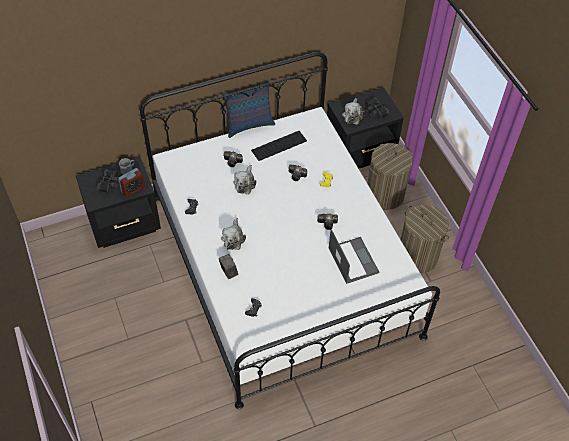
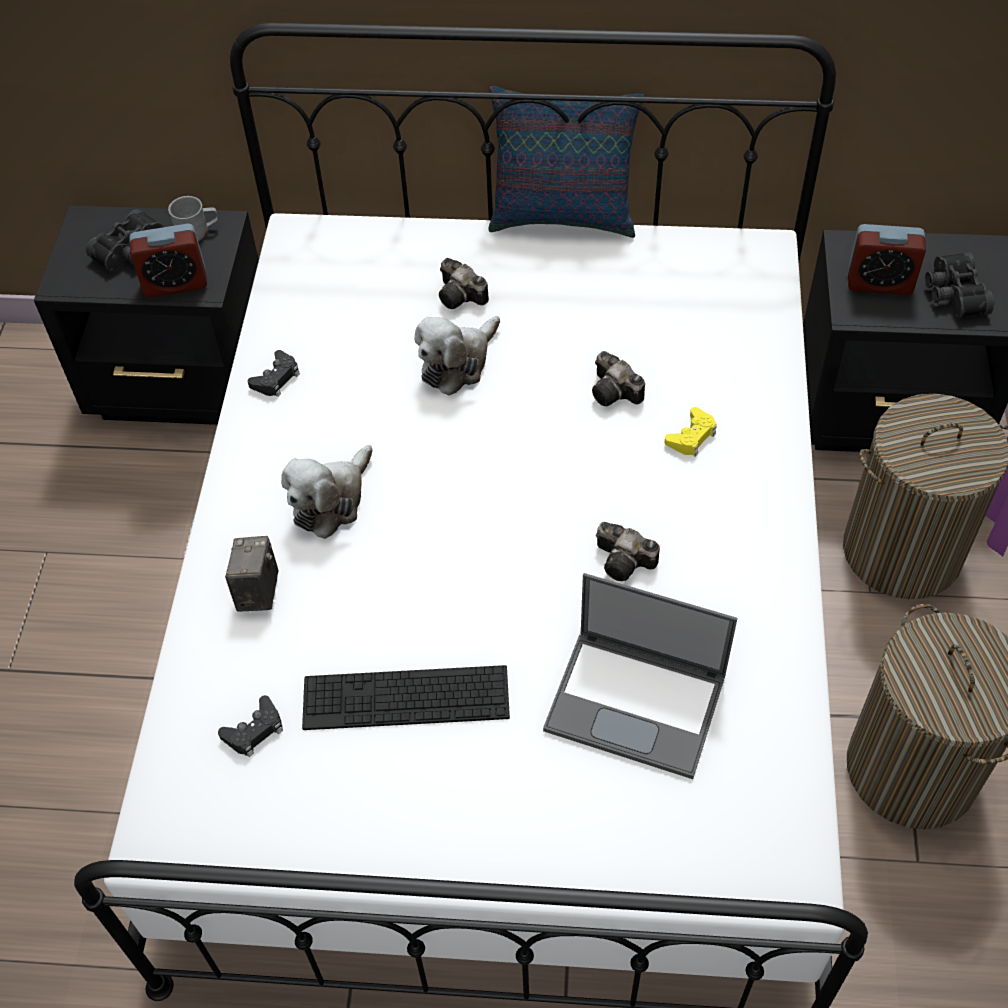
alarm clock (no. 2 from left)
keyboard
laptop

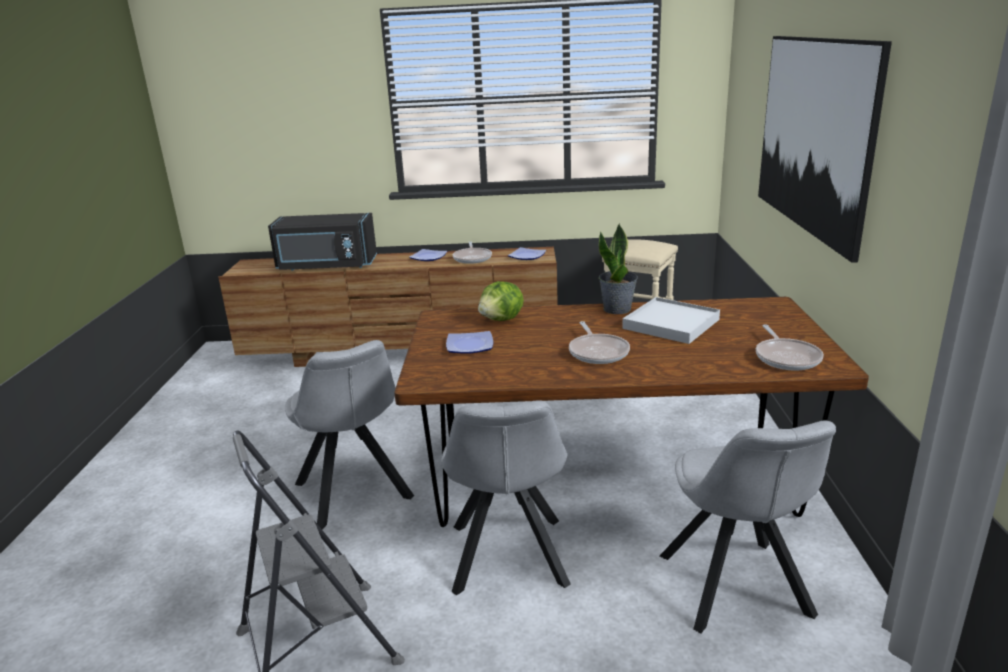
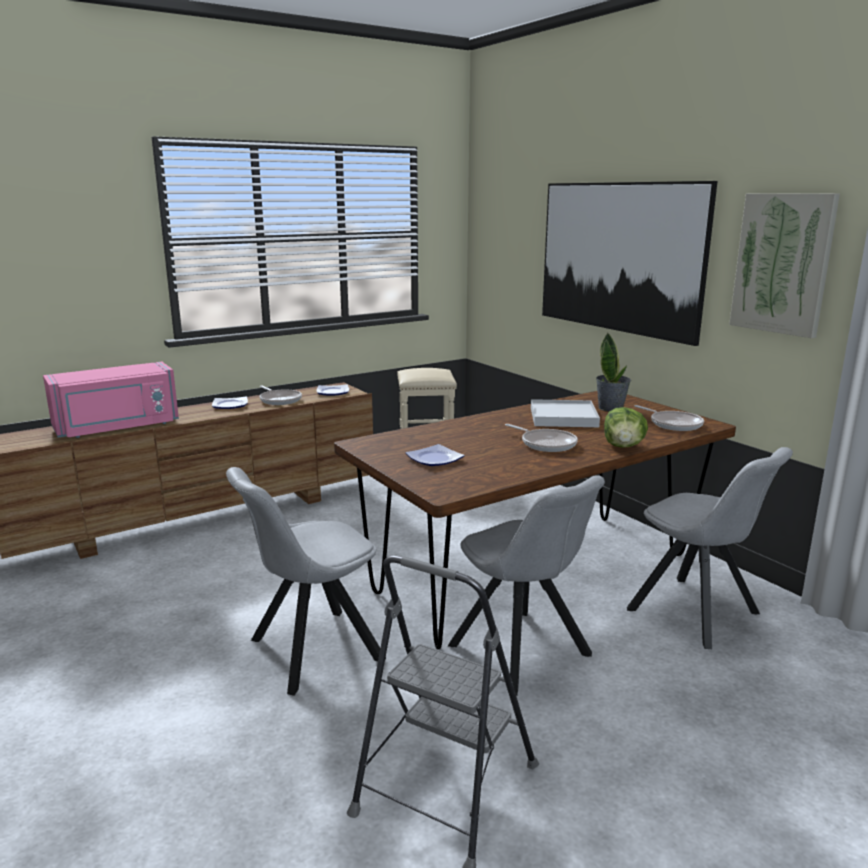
microwave/pink
potted plant
lettuce
chair/grey (no. 1 from left)
picture (no. 2 from left)

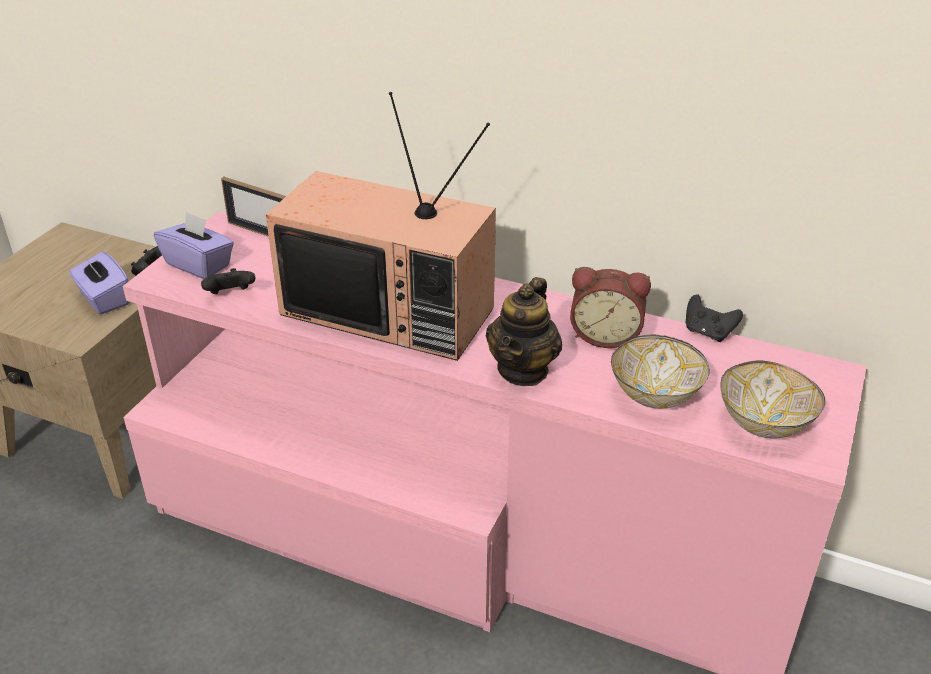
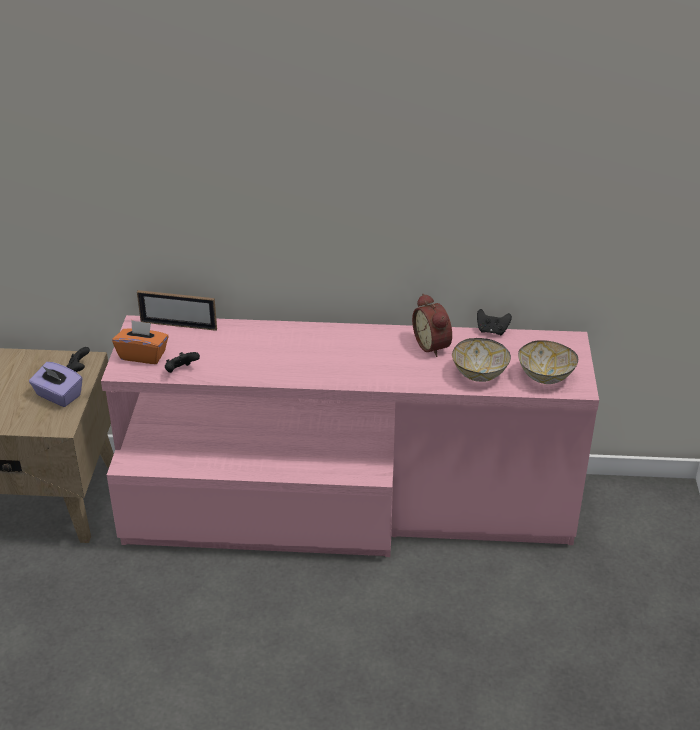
television
tissue box/orange
alarm clock
teapot

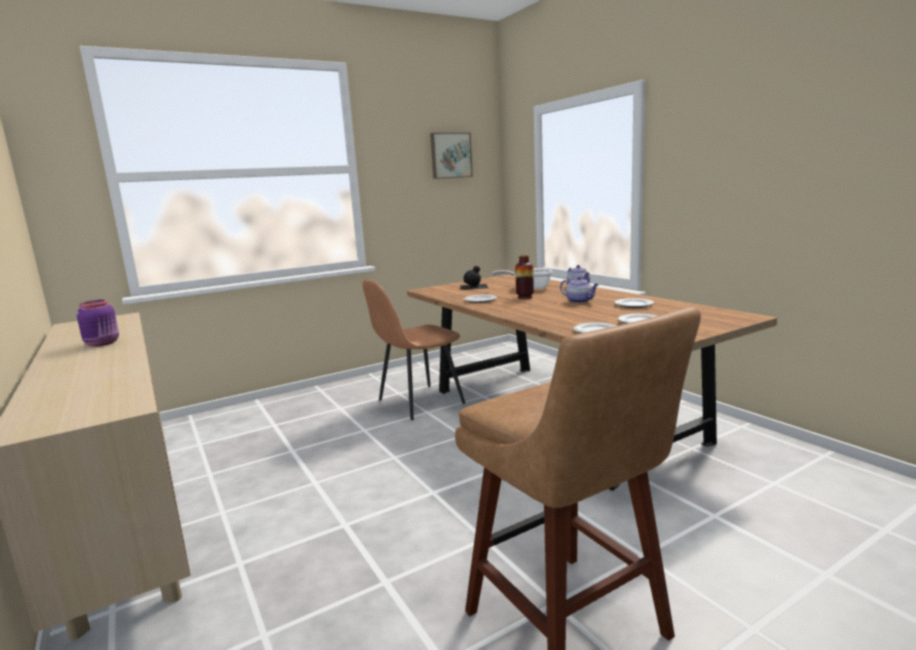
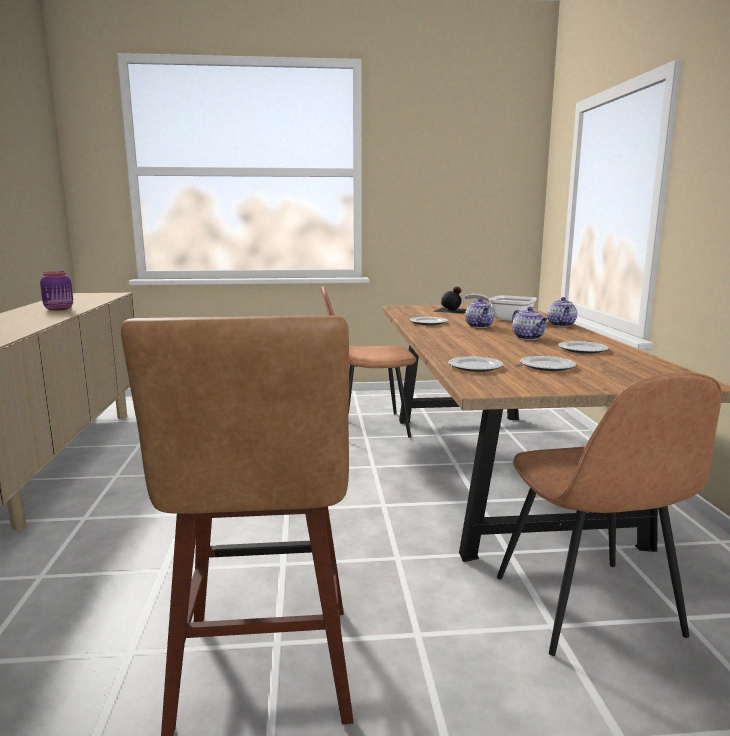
picture
teapot (no. 1 from left)
chair/brown (no. 2 from left)

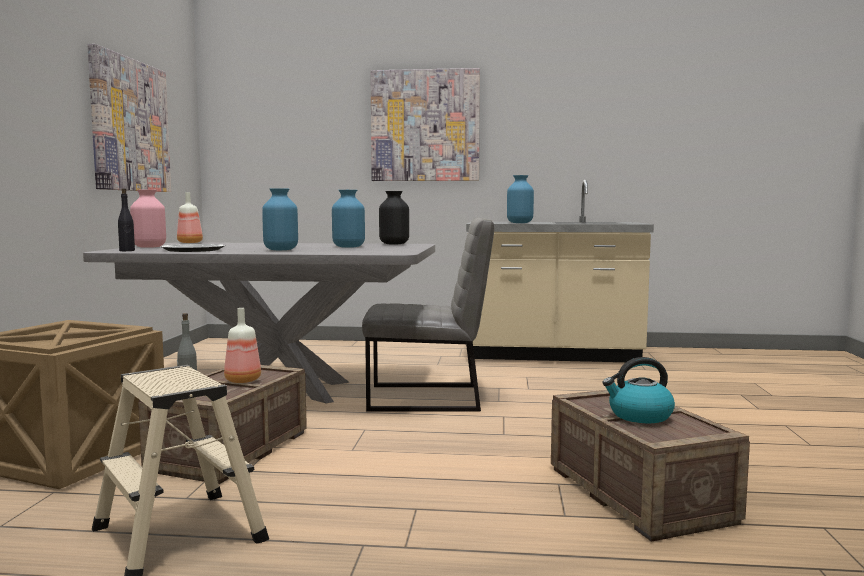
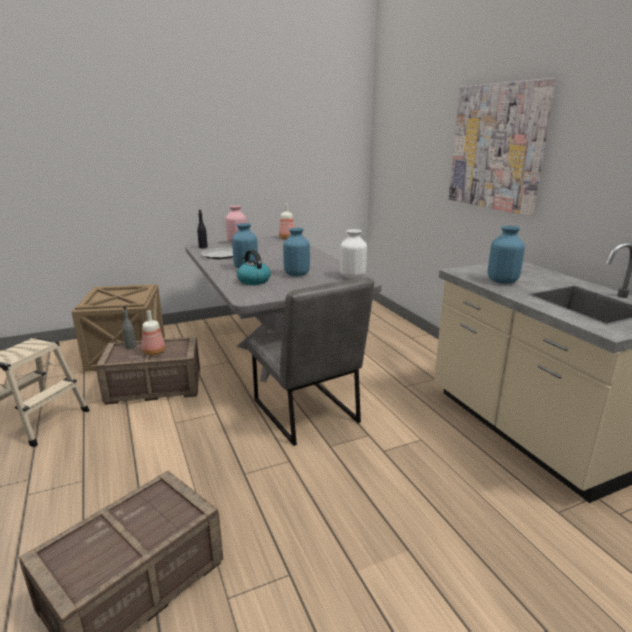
picture (no. 1 from left in the first image)
vase/white
kettle

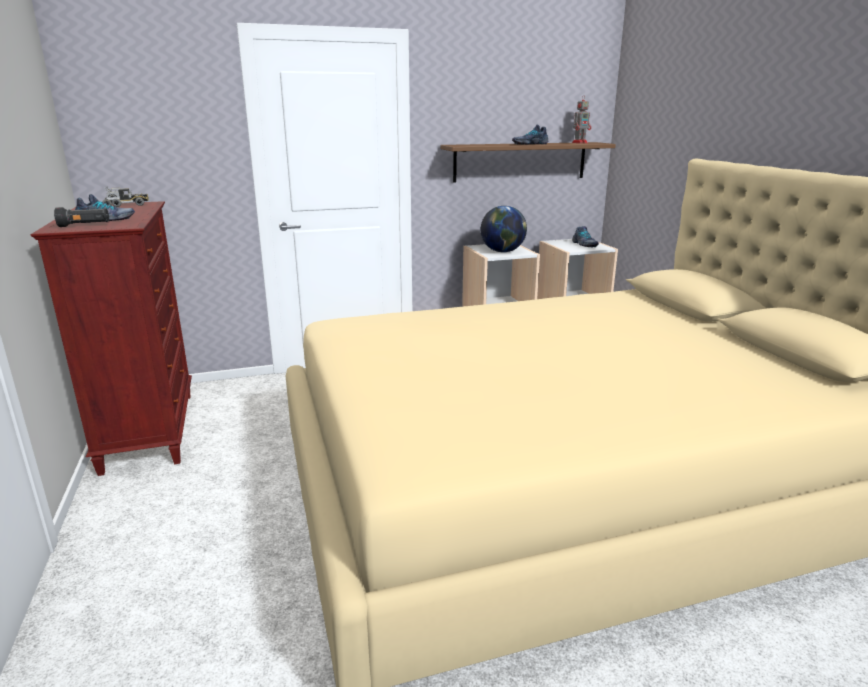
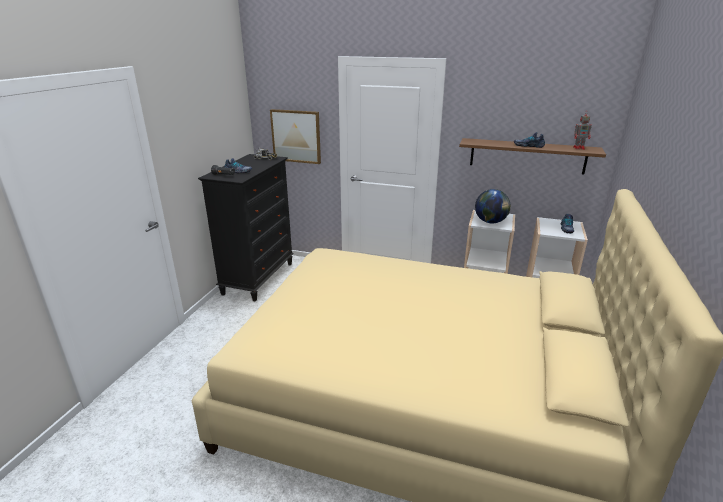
dresser/black
picture

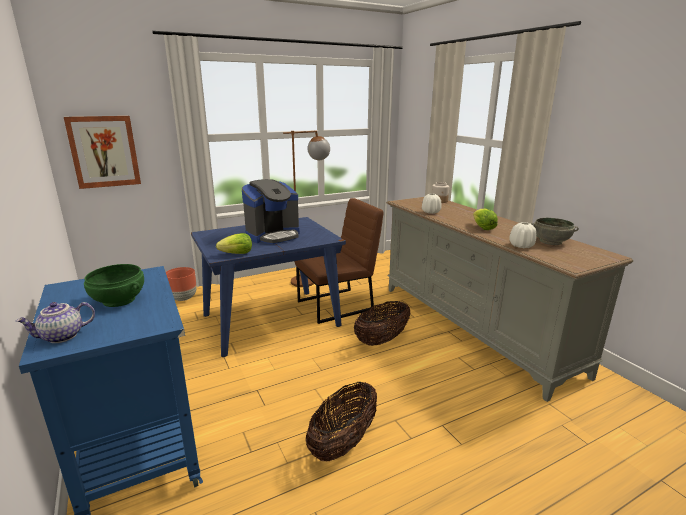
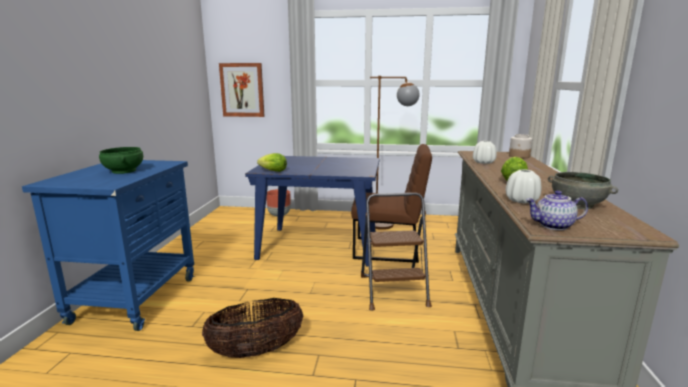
coffee machine
step ladder/brown
teapot

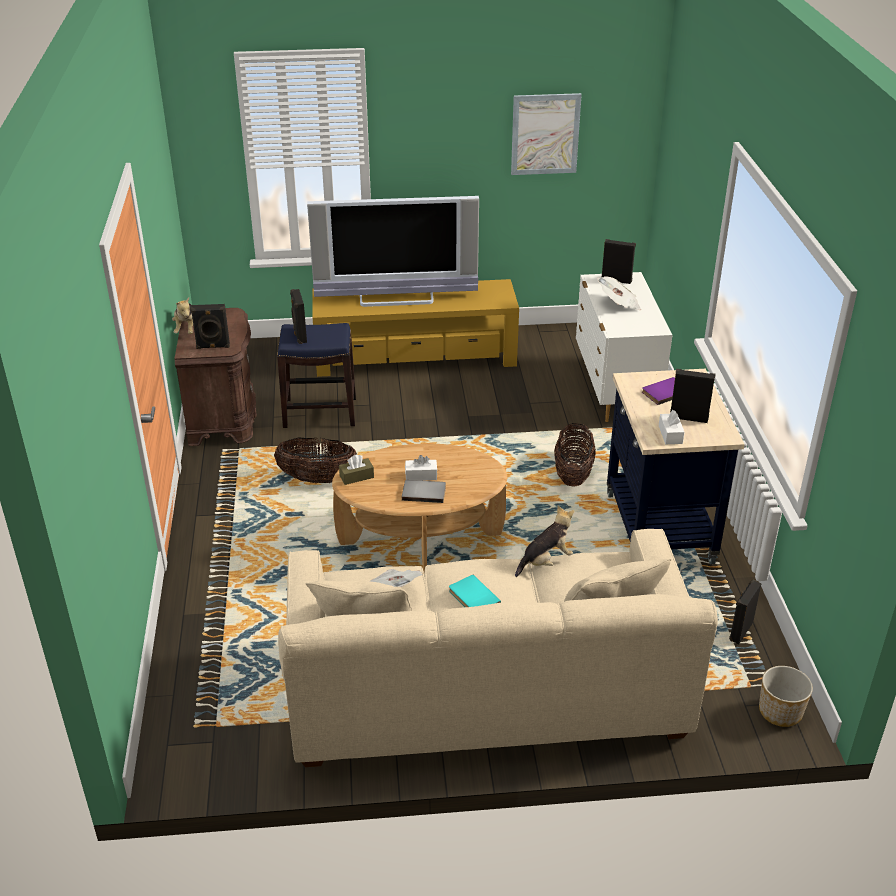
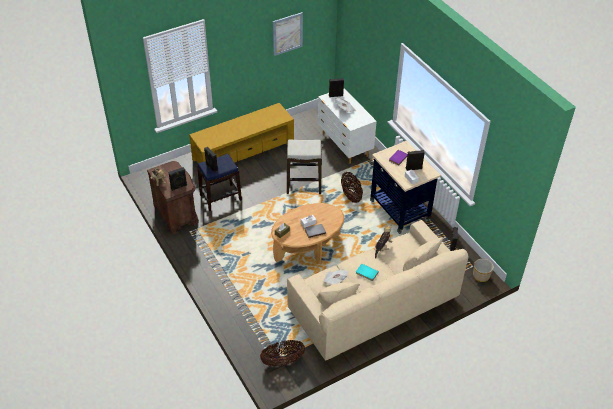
television
basket (no. 1 from left)
stool (no. 2 from left)

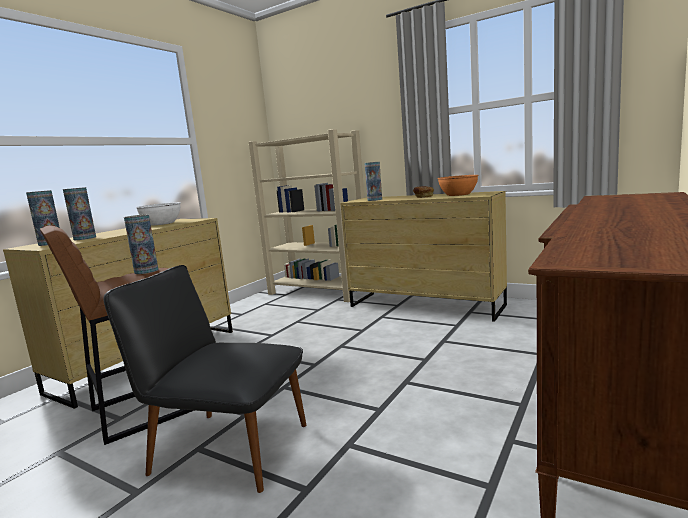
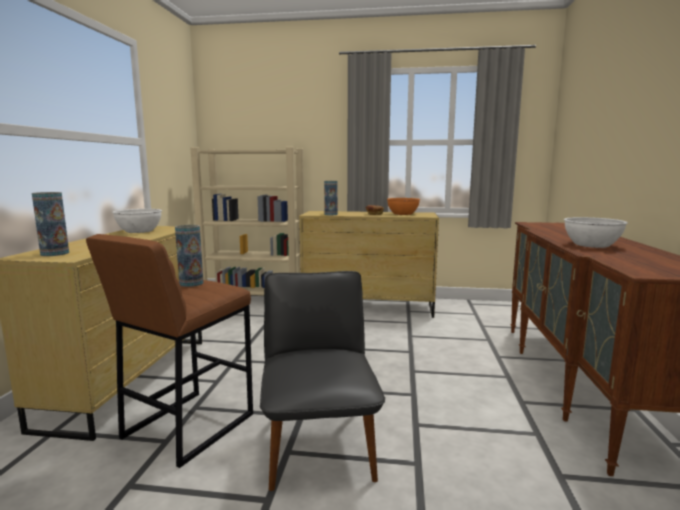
vase (no. 2 from left in the first image)
chair/black
bowl/white (no. 2 from left)

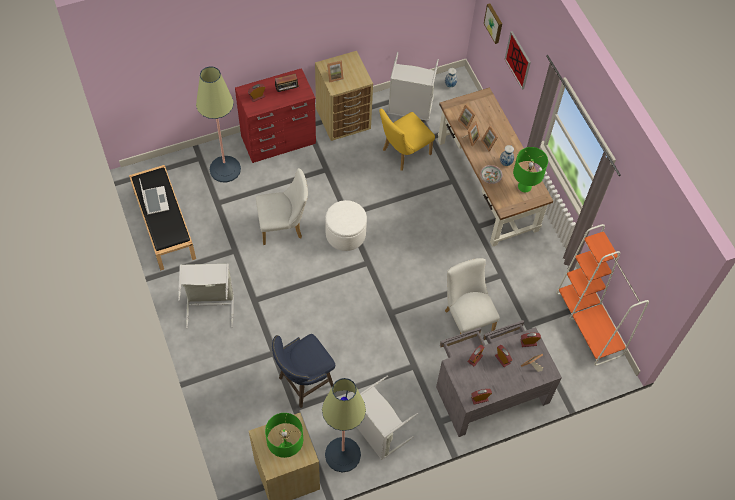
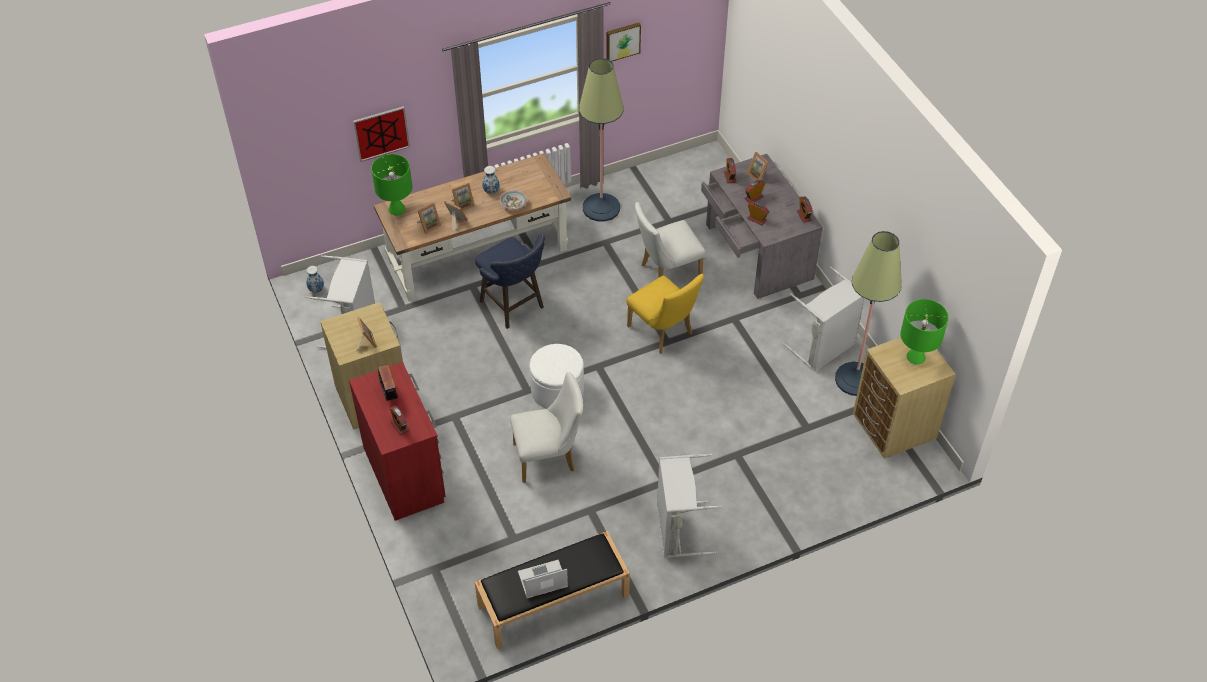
picture (no. 2 from left)
floor lamp (no. 1 from left)
chair/yellow
table lamp/green (no. 1 from left)
chair/white (no. 1 from left)
clothes rack/orange
stool/blue

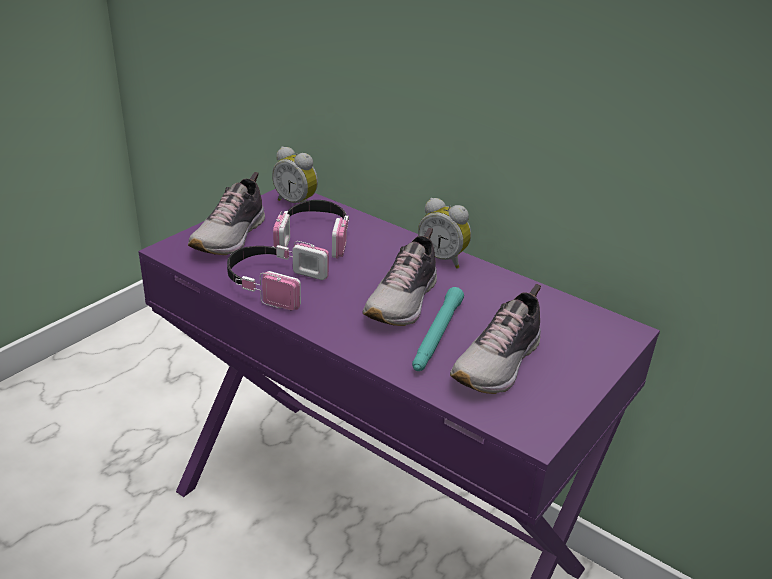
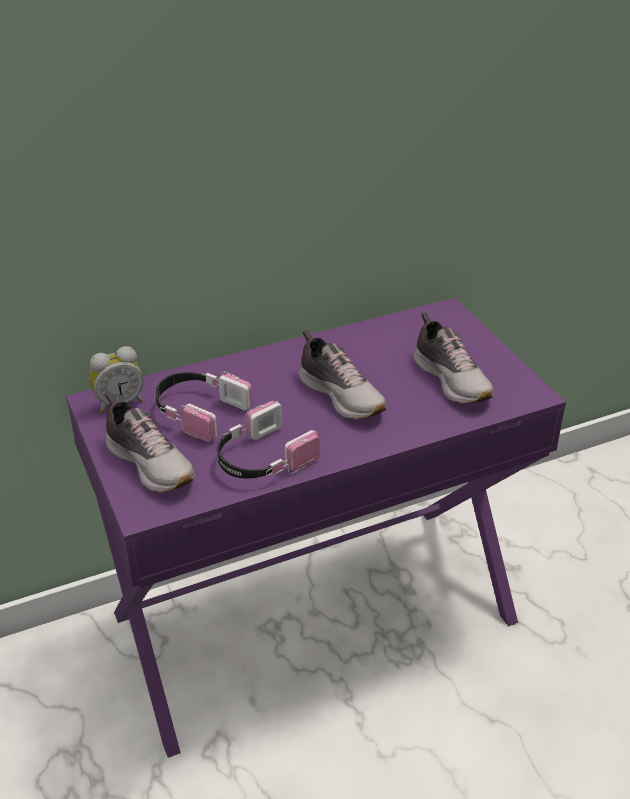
alarm clock (no. 2 from left in the first image)
flashlight/turquoise

